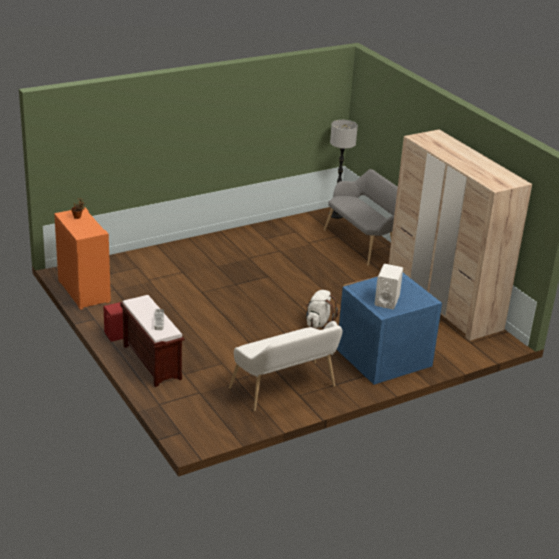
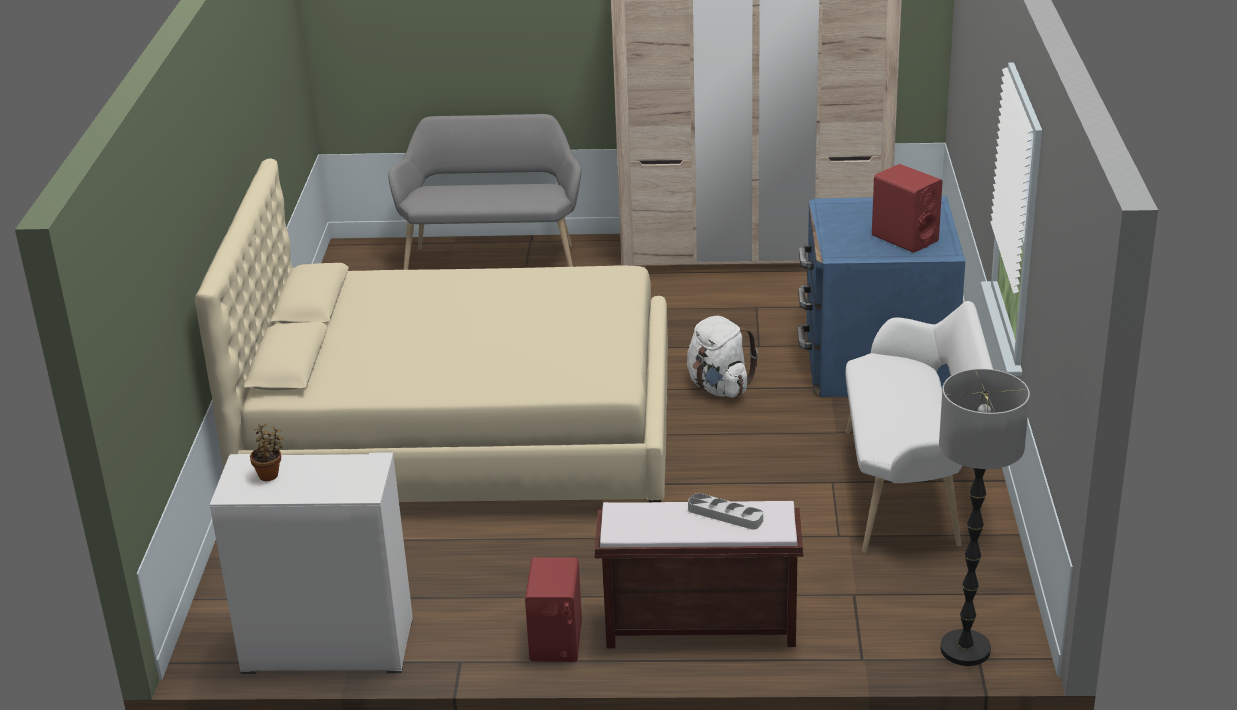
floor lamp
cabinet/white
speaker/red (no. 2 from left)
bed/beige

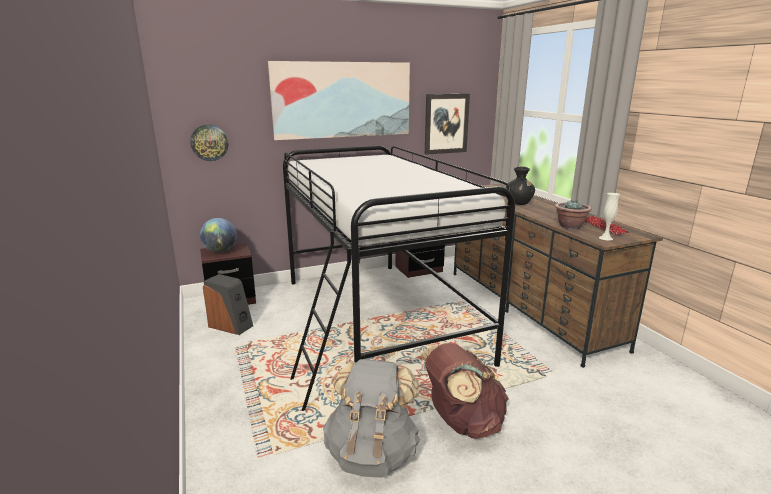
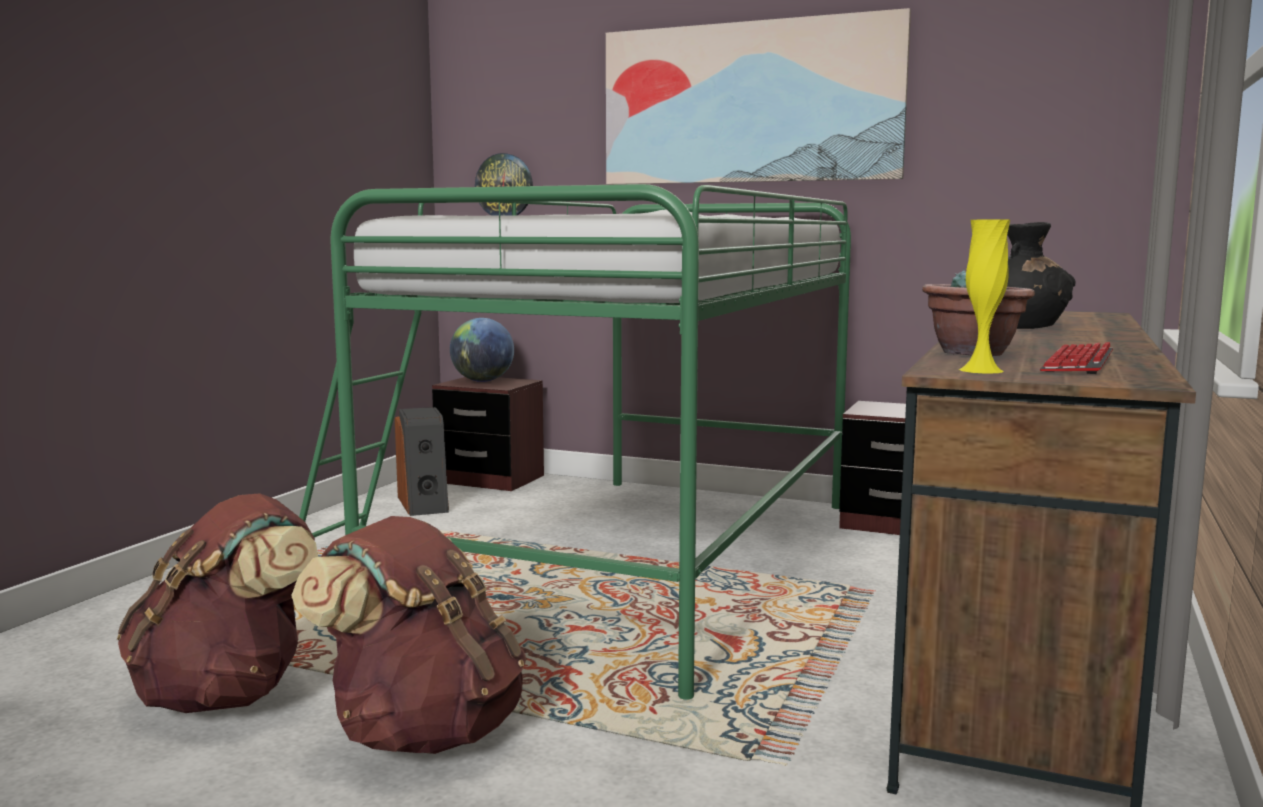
picture (no. 2 from left in the first image)
bed/green
vase/yellow
backpack/brown (no. 1 from left)

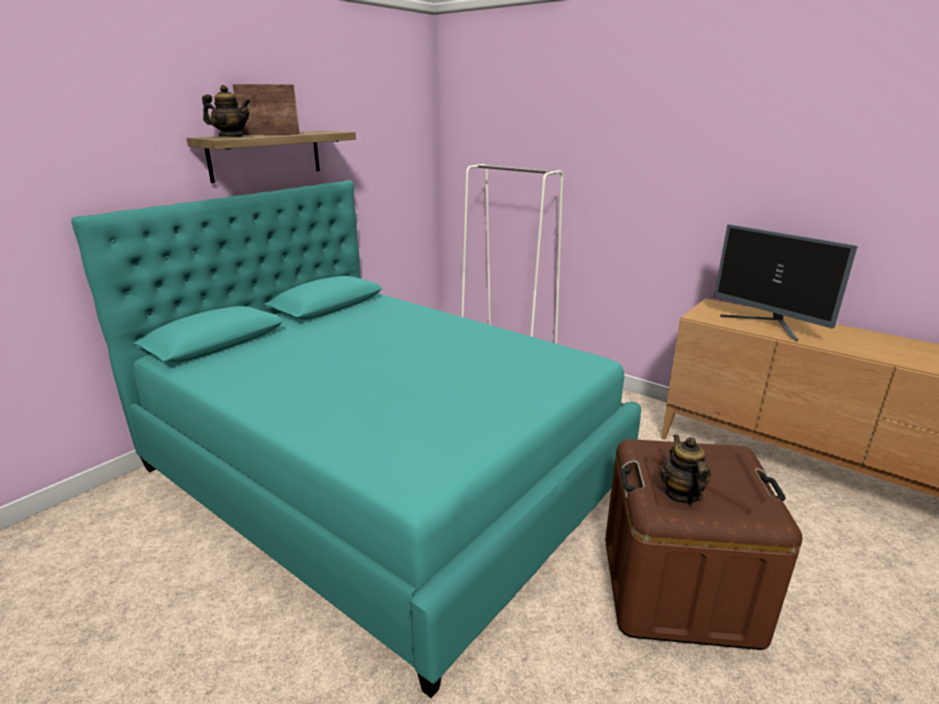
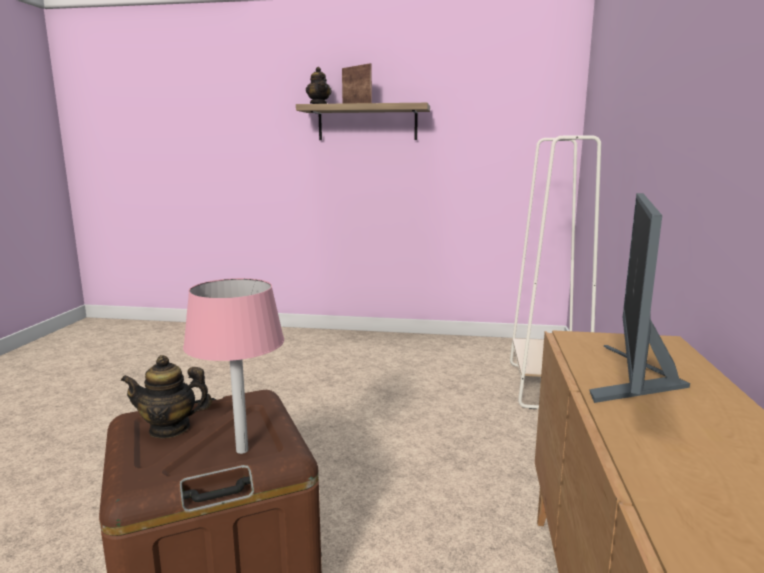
bed/turquoise
teapot (no. 1 from left)
table lamp/pink

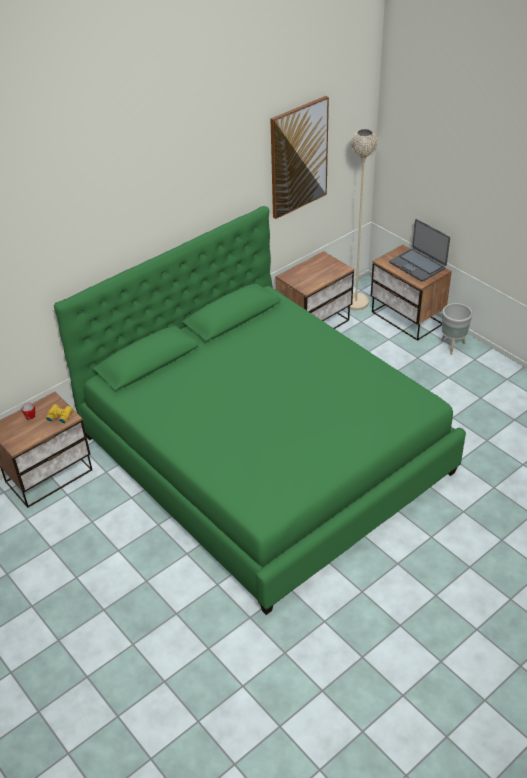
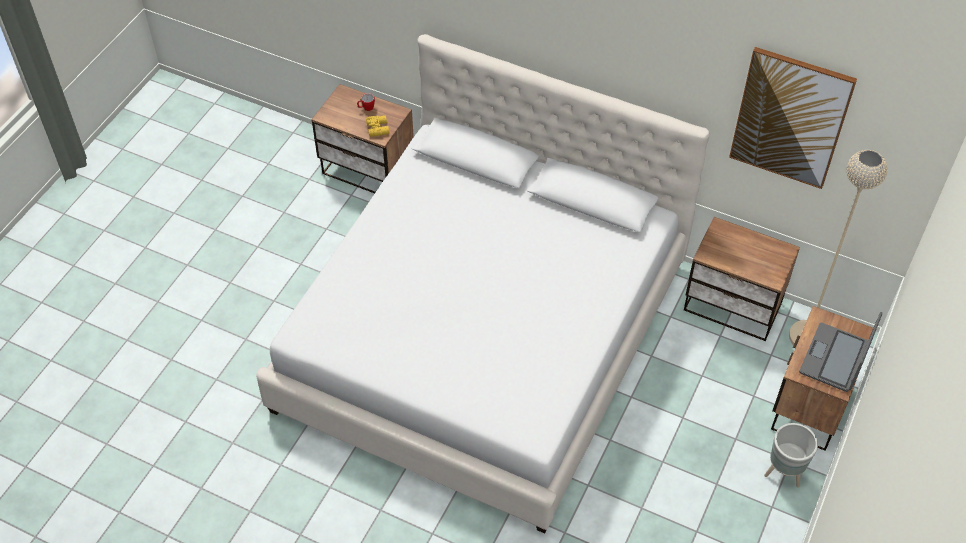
bed/white

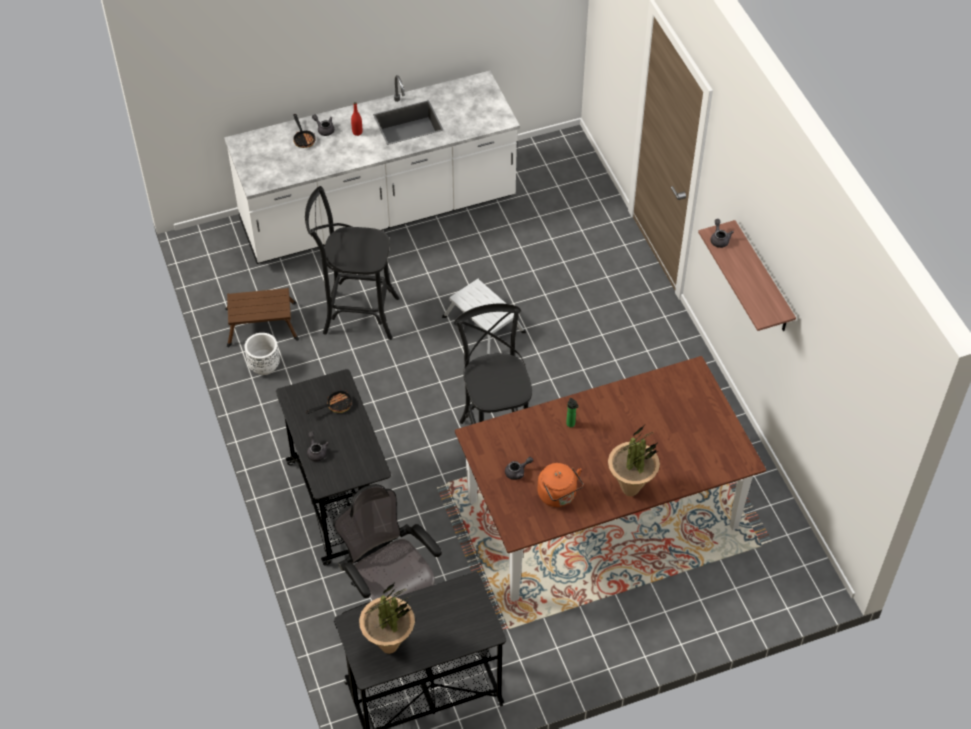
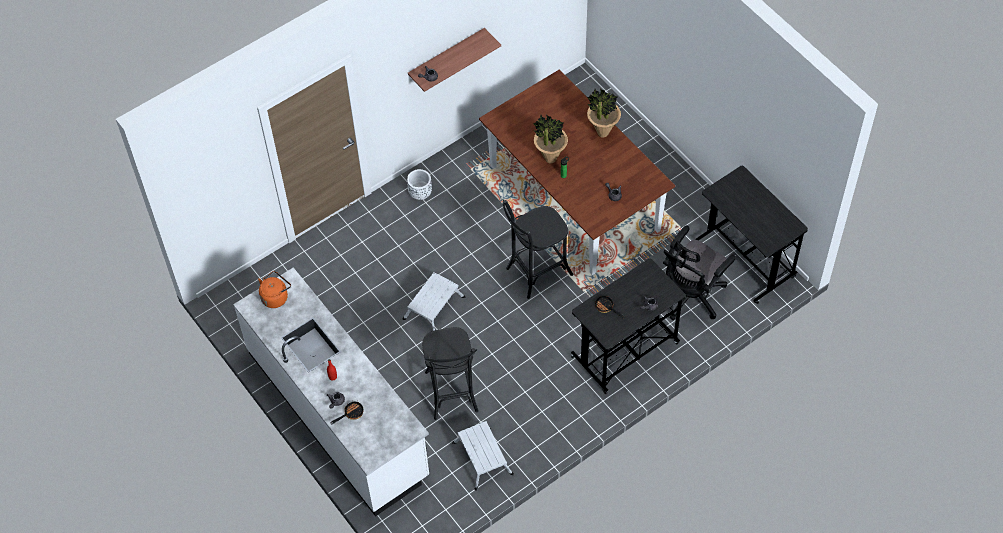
step ladder/white (no. 2 from left)
planter/white
kettle/orange
potted plant (no. 1 from left)

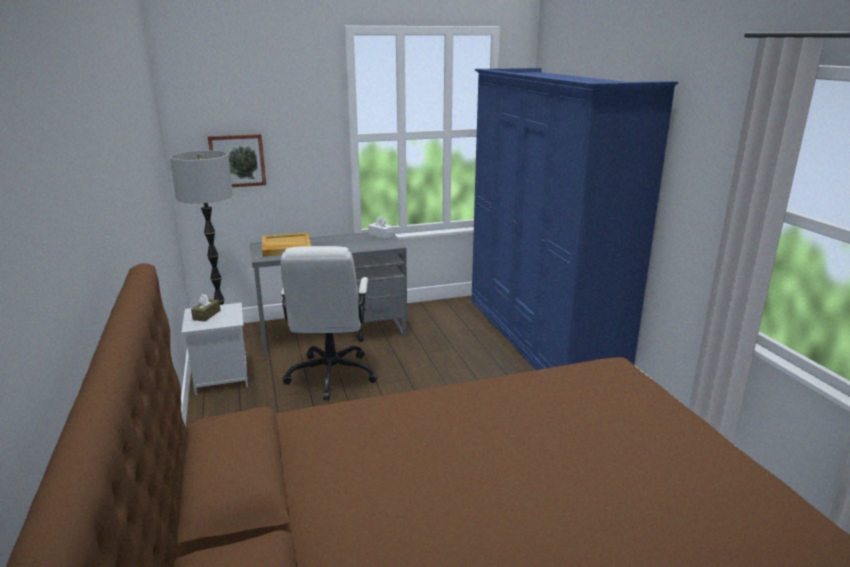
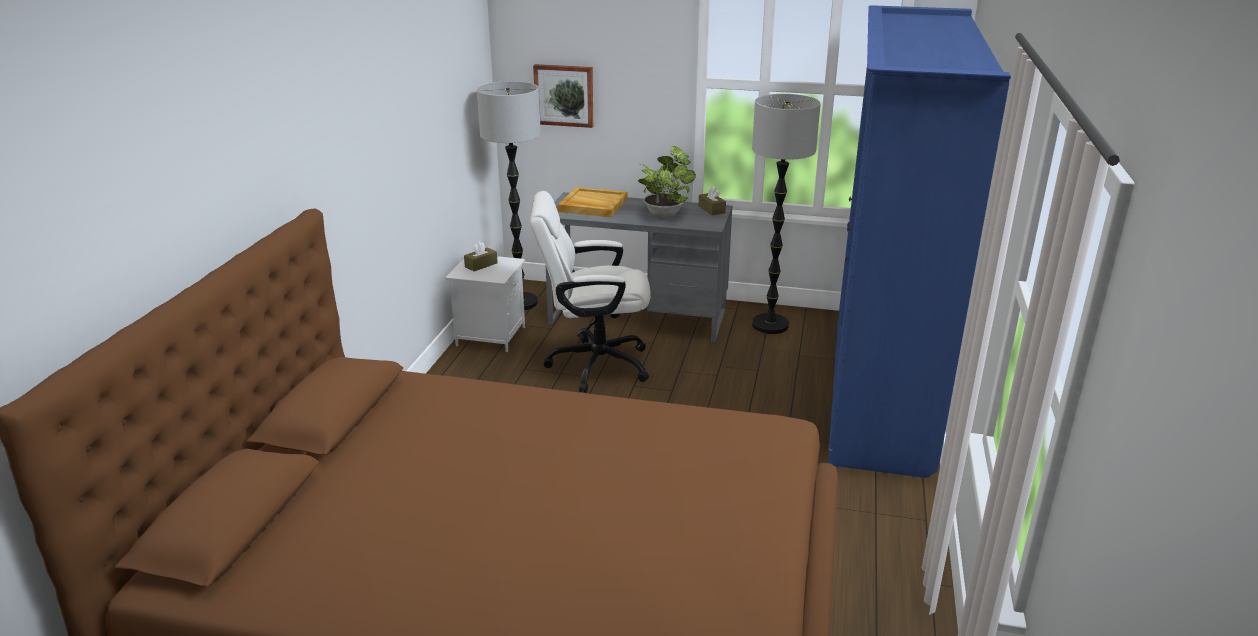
tissue box/brown (no. 2 from left)
office chair/white
floor lamp (no. 2 from left)
potted plant

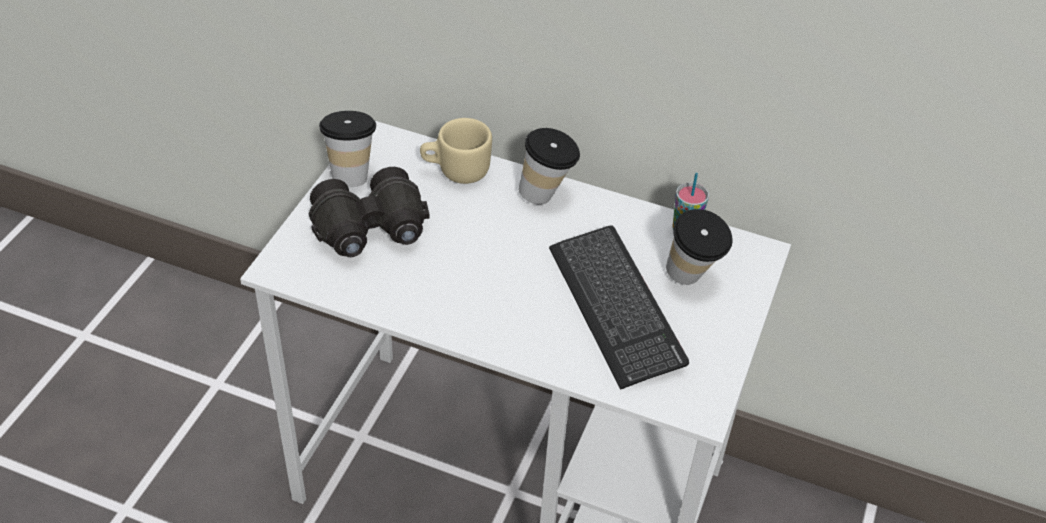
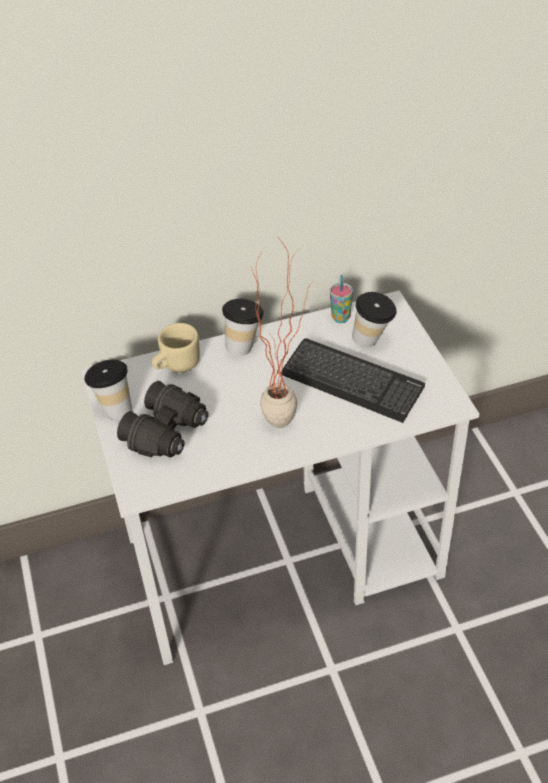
potted plant

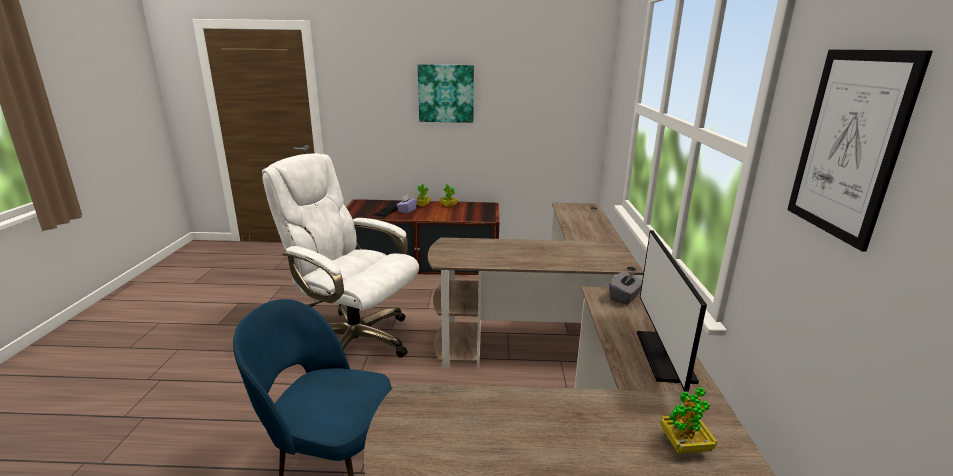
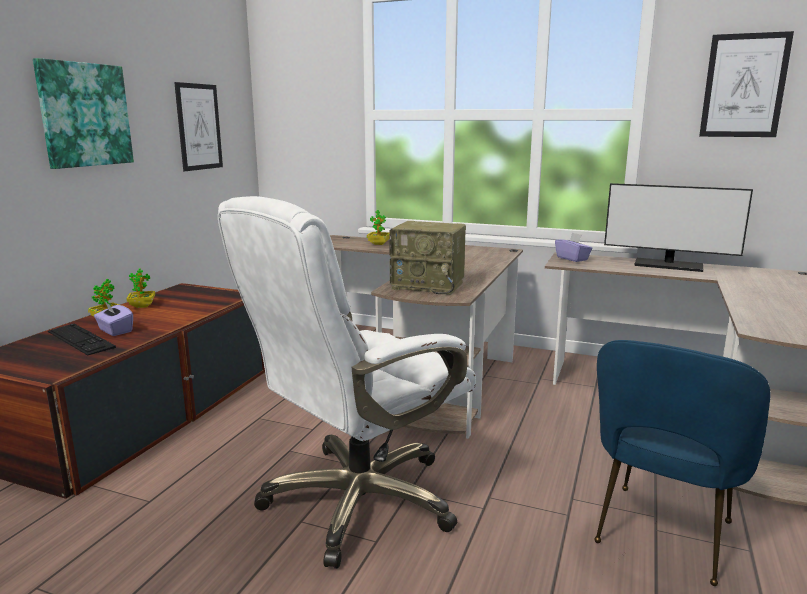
tissue box/purple (no. 2 from left)
potted plant (no. 3 from left)
picture (no. 2 from left)
radio

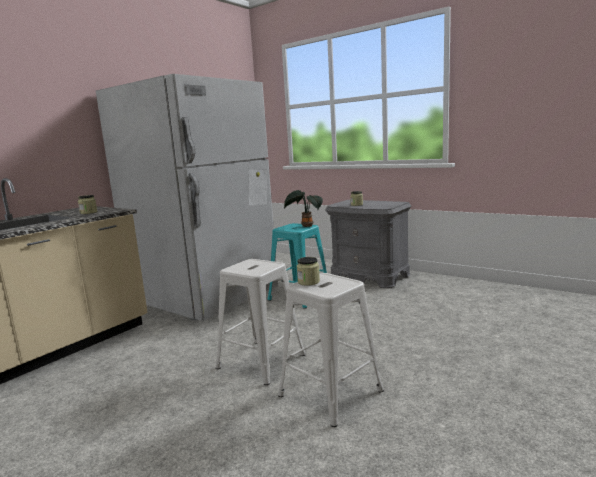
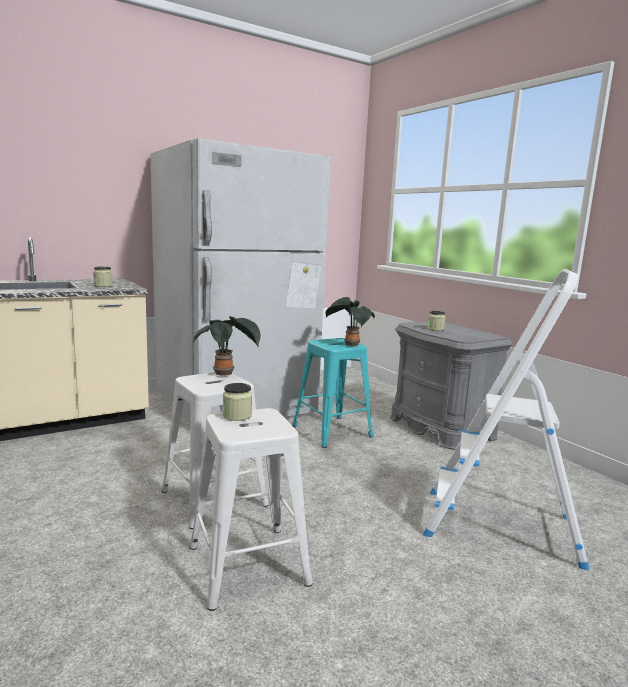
step ladder/white
potted plant (no. 1 from left)

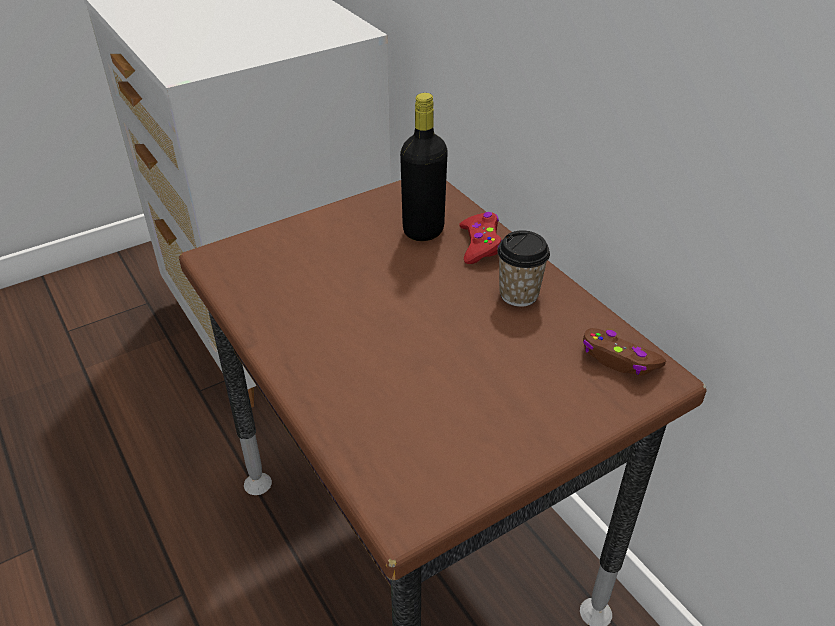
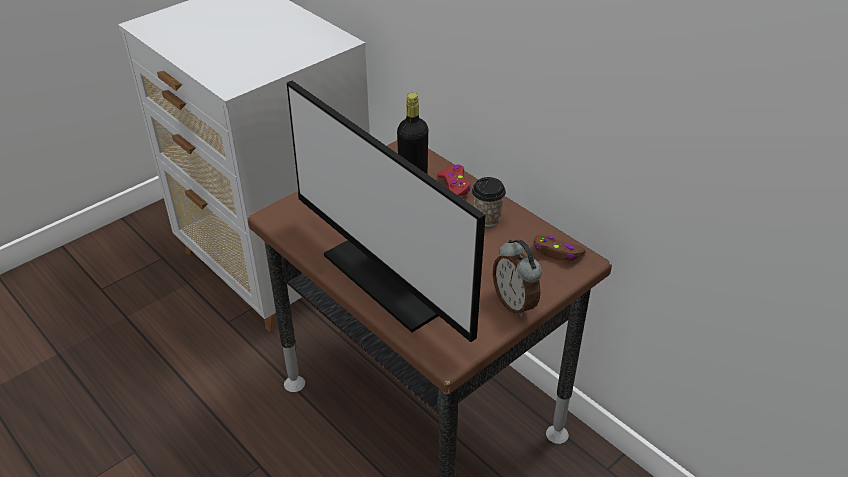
monitor
alarm clock

